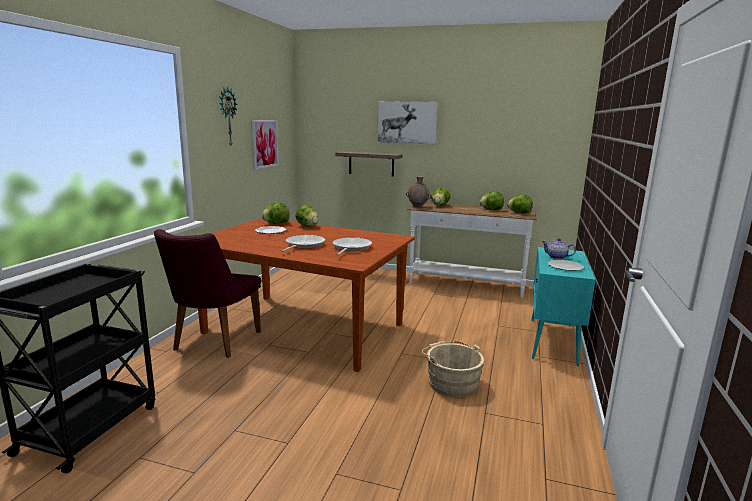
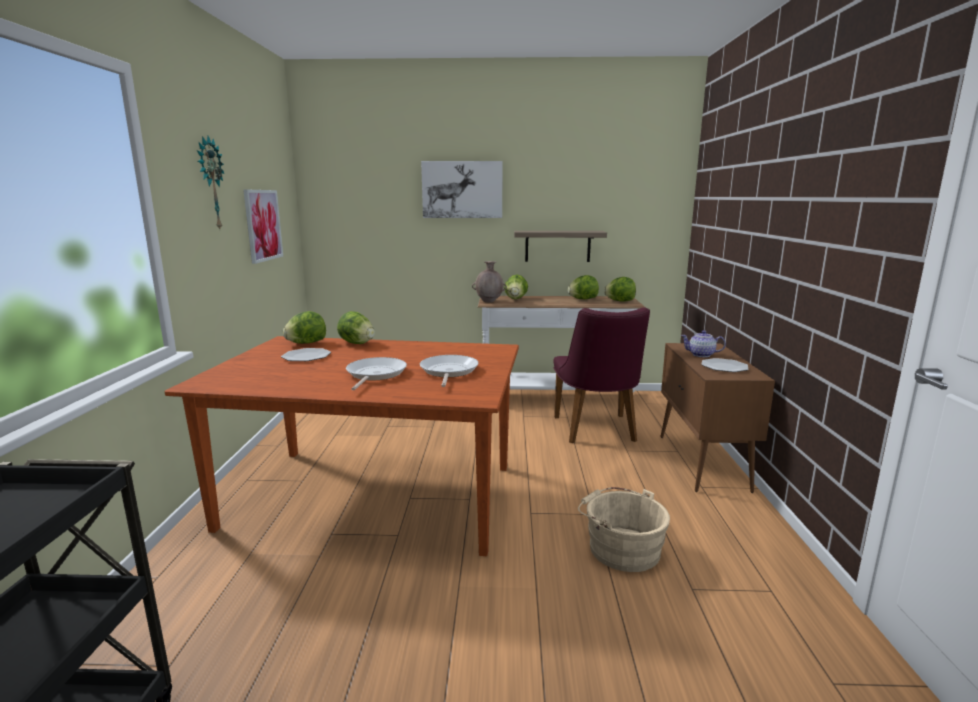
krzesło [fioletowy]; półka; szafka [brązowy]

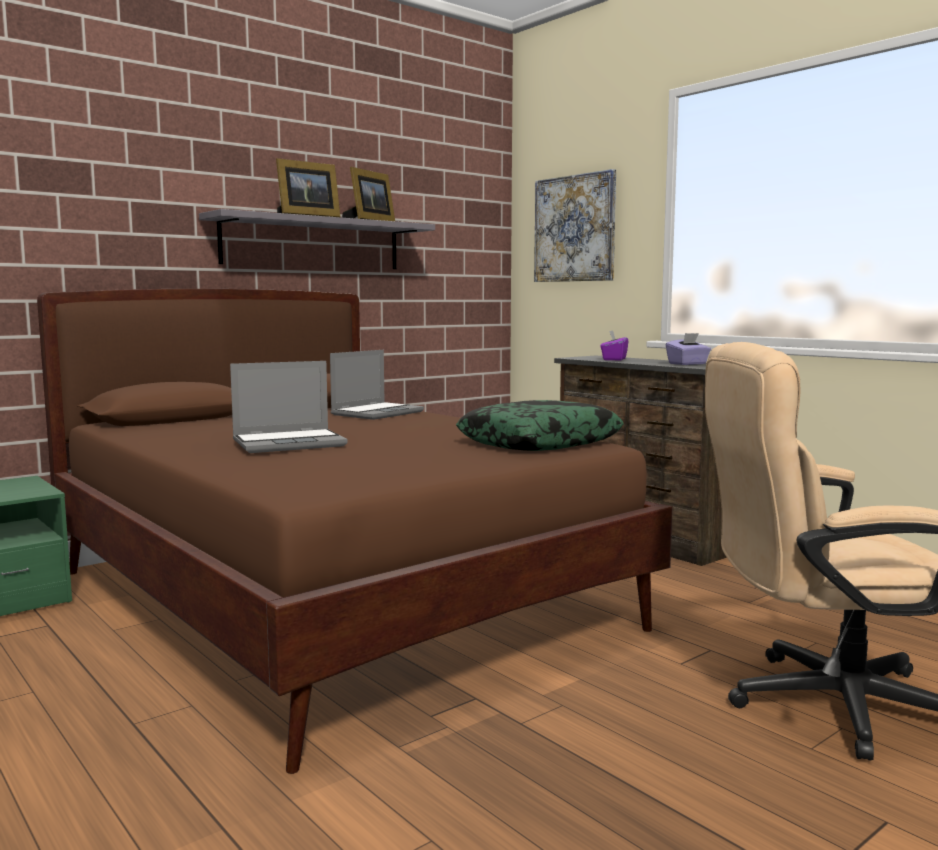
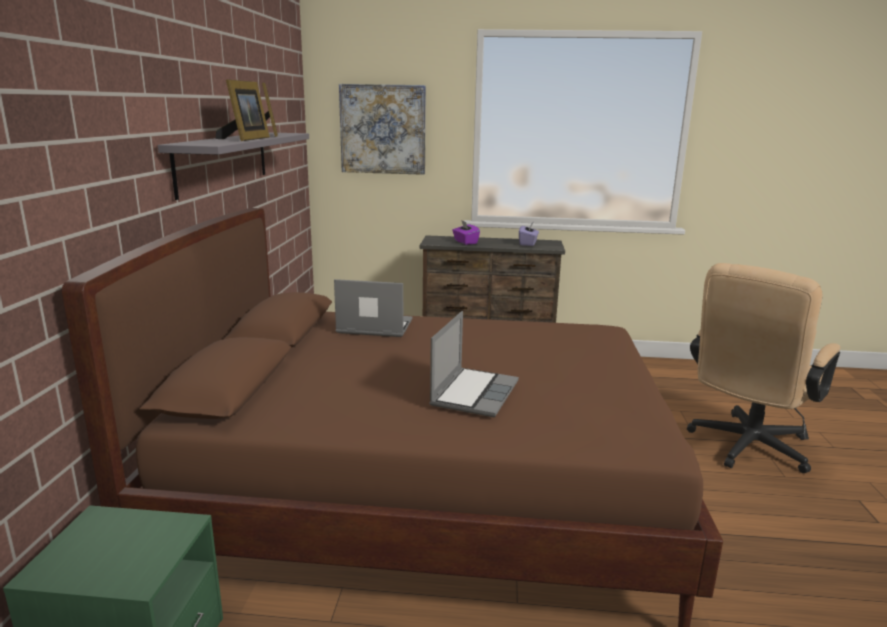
laptop (no. 1 from left); poduszka

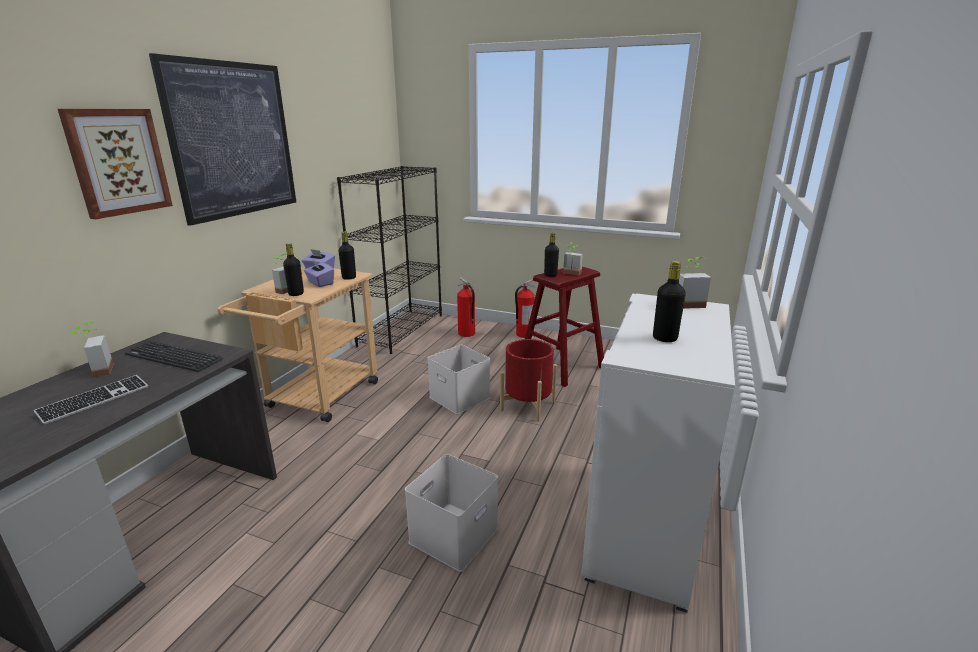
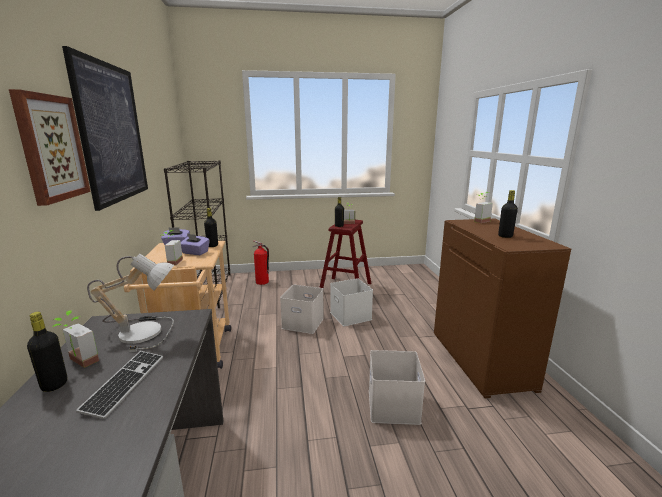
lampa stołowa; butelka [czarny] (no. 1 from left); pojemnik do przechowywania [biały] (no. 2 from left); gaśnica (no. 2 from left in the first image); szafka [brązowy]

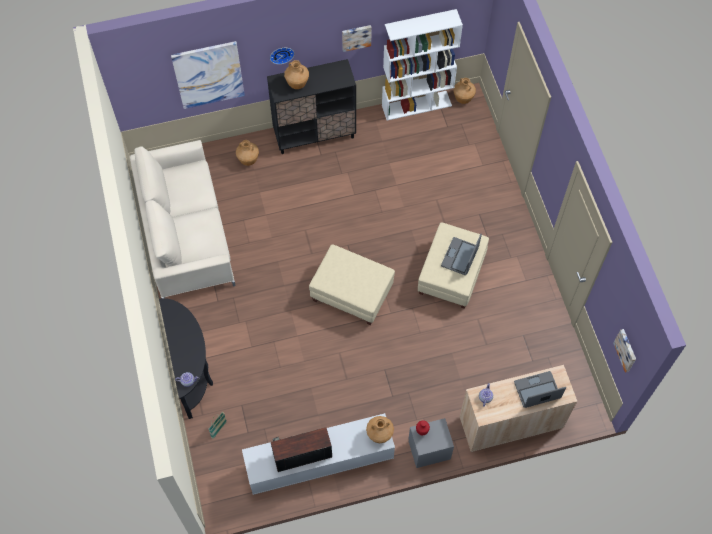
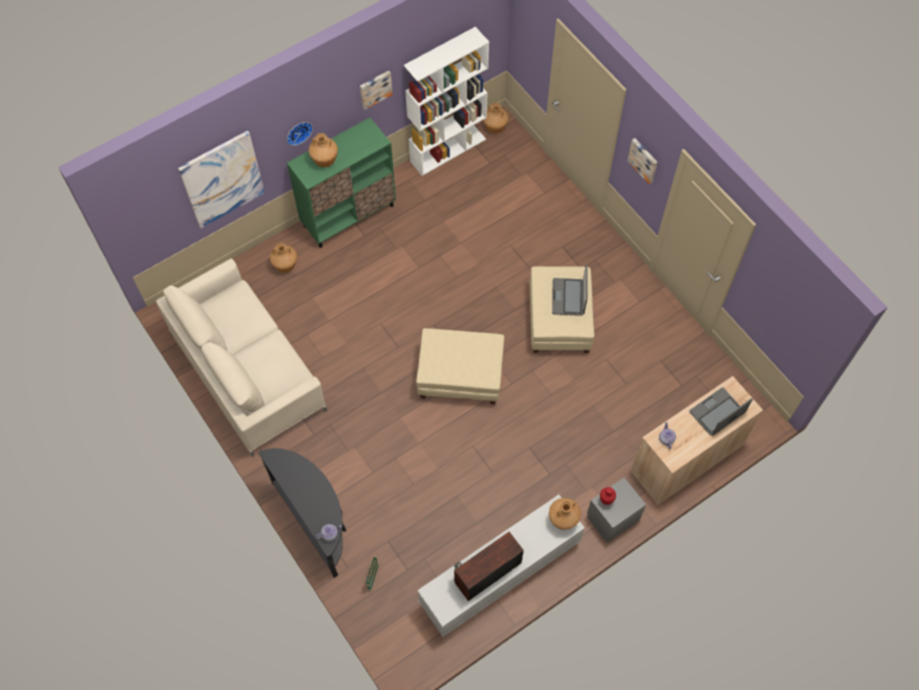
szafka [zielony]; obraz (no. 3 from left)

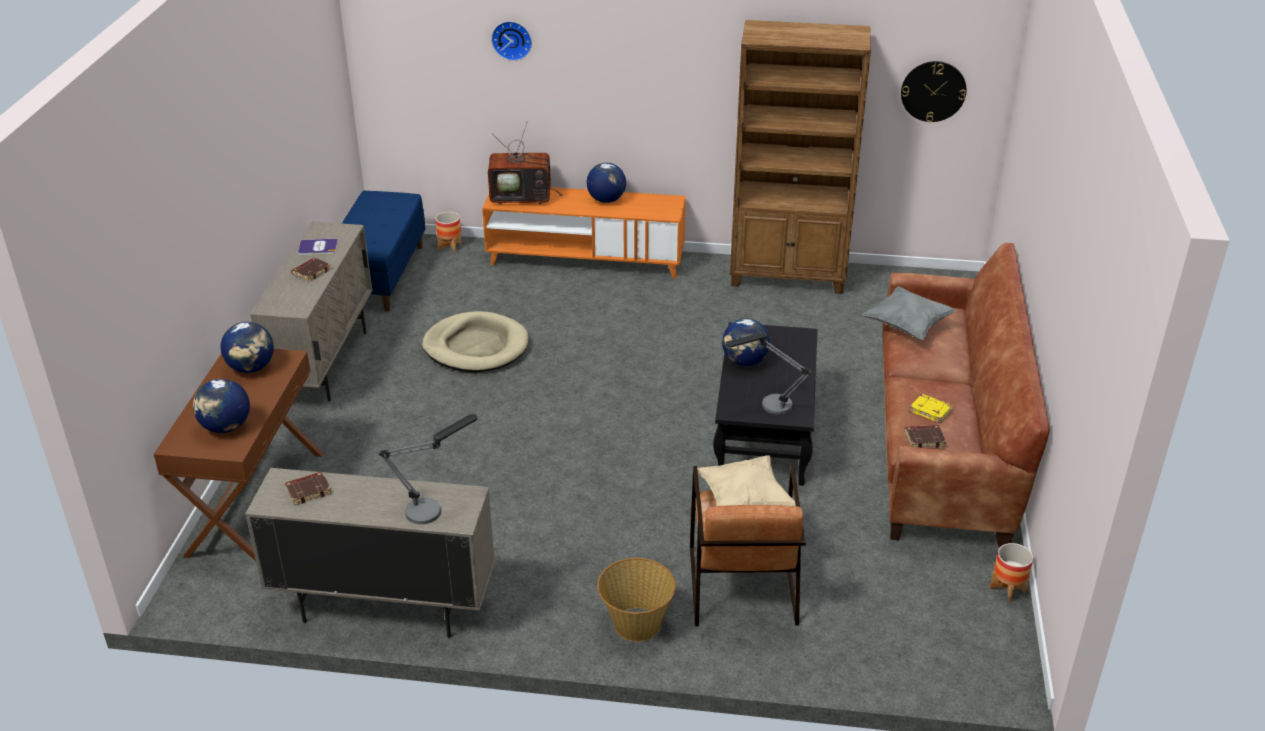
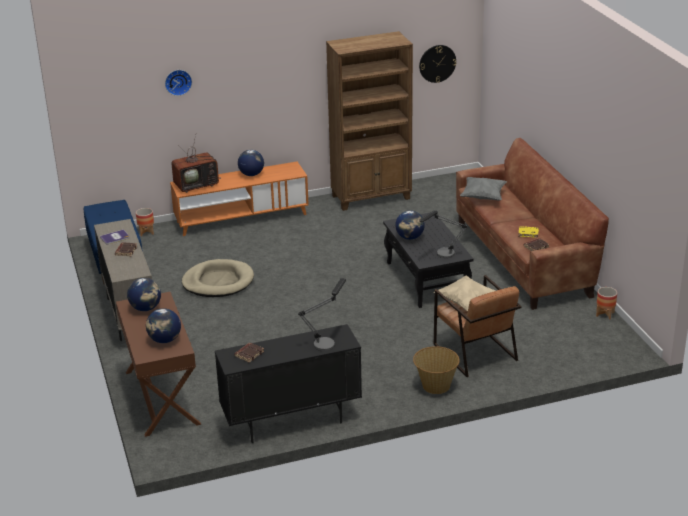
szafka [czarny]

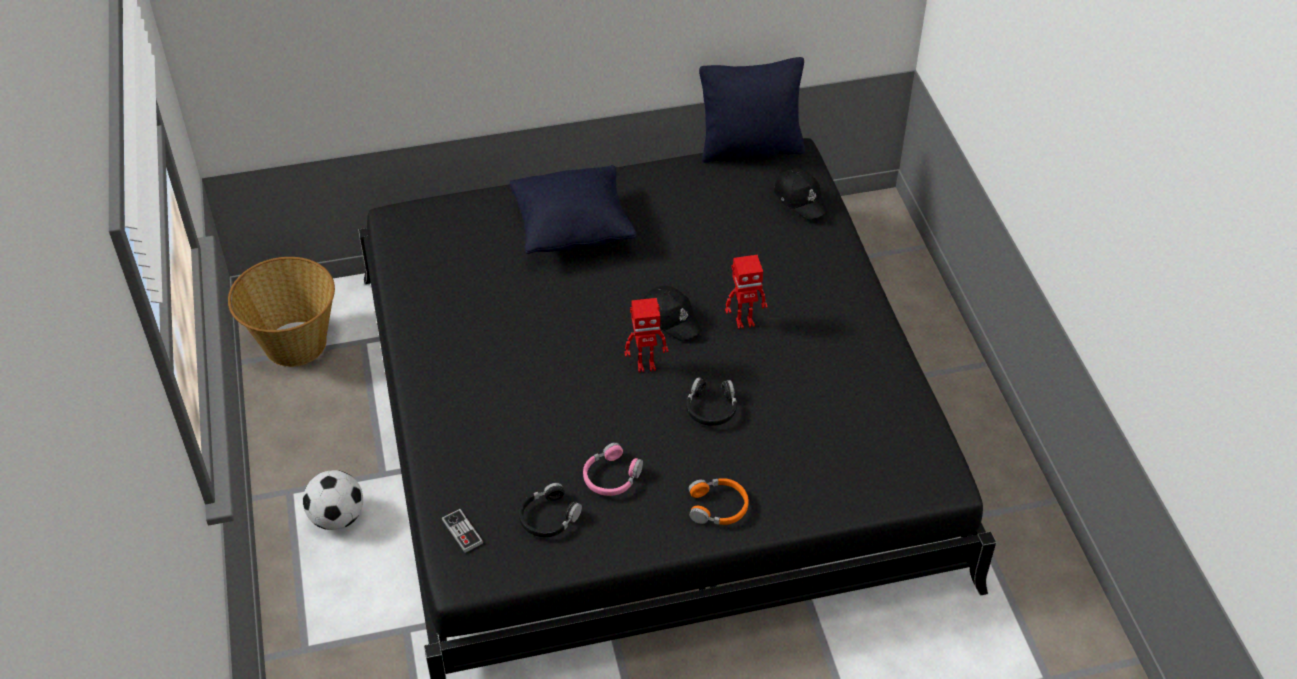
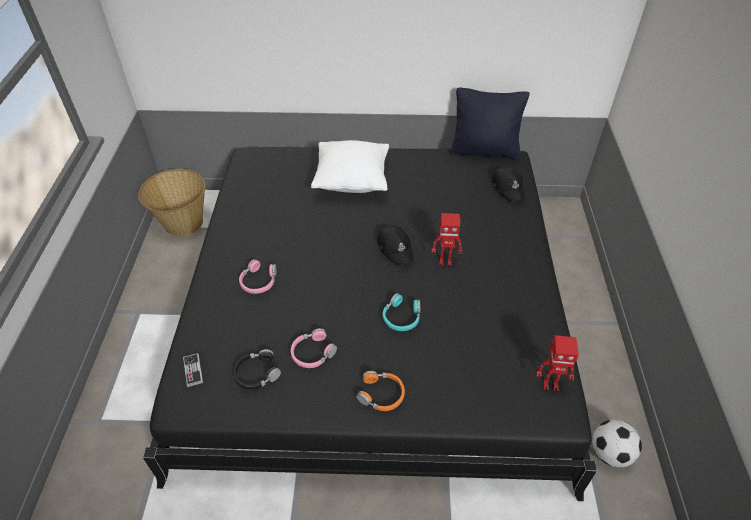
piłka futbolowa; poduszka [biały]; robot zabawkowy (no. 2 from left); słuchawki [turkusowy]; słuchawki [różowy] (no. 1 from left)

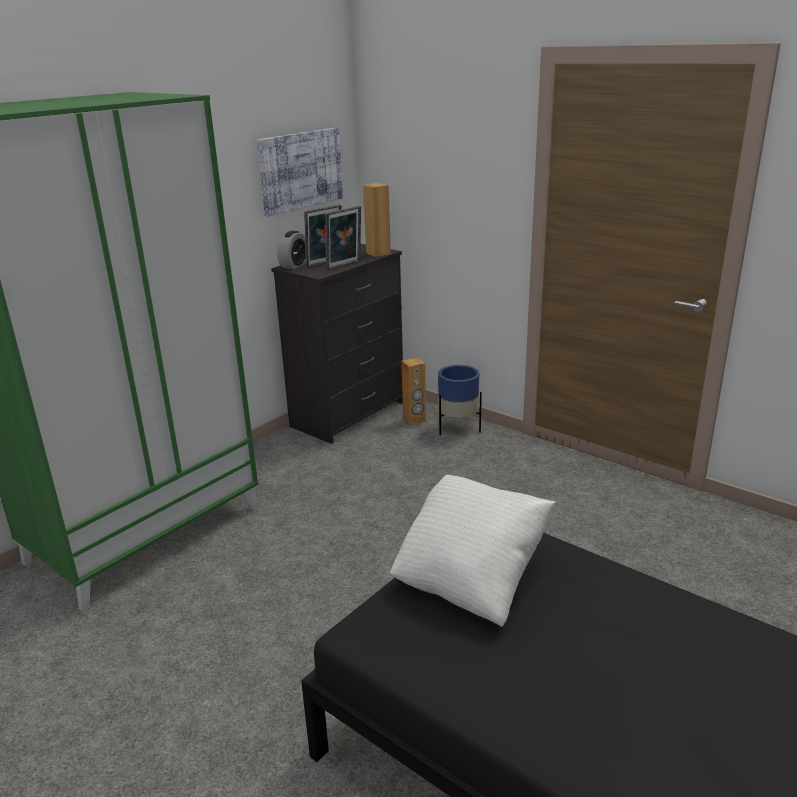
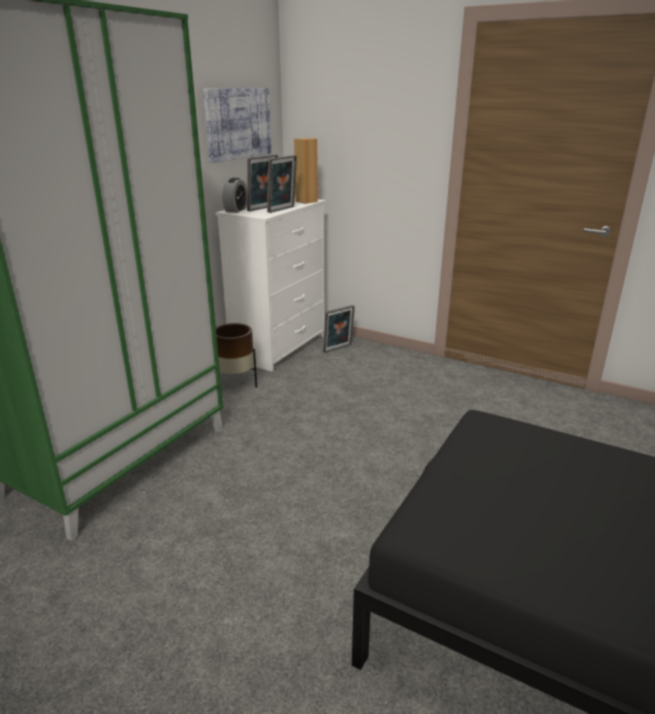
komoda [biały]; poduszka [biały]; ramka na zdjęcie (no. 3 from left); donica [niebieski]; donica [brązowy]

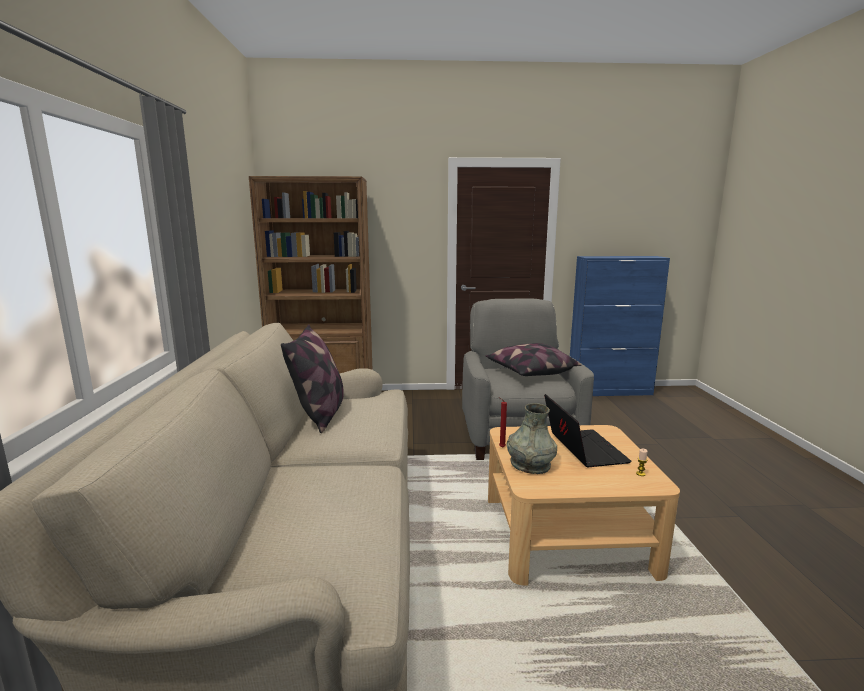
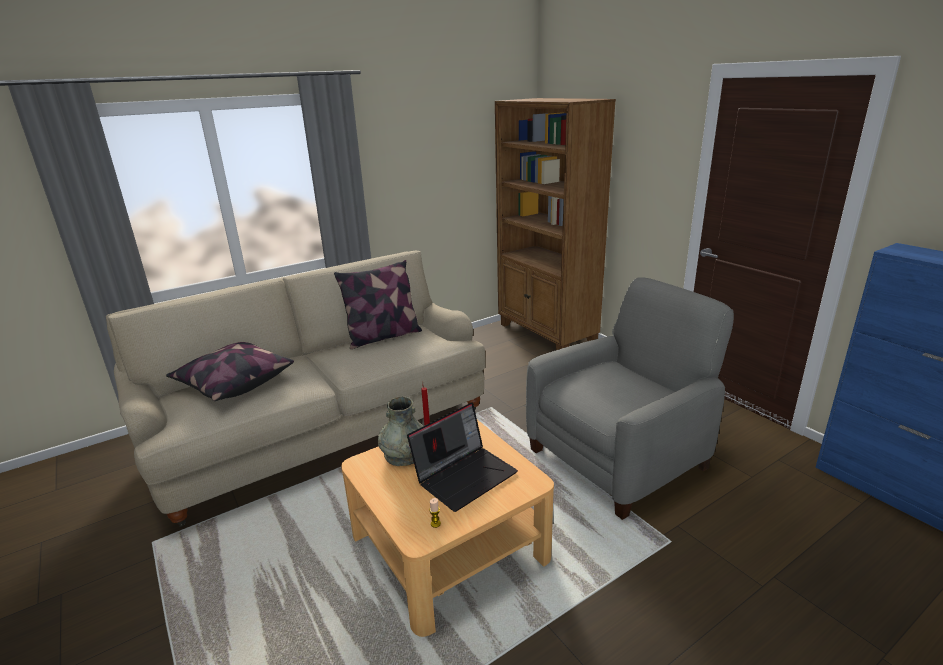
poduszka (no. 1 from left)

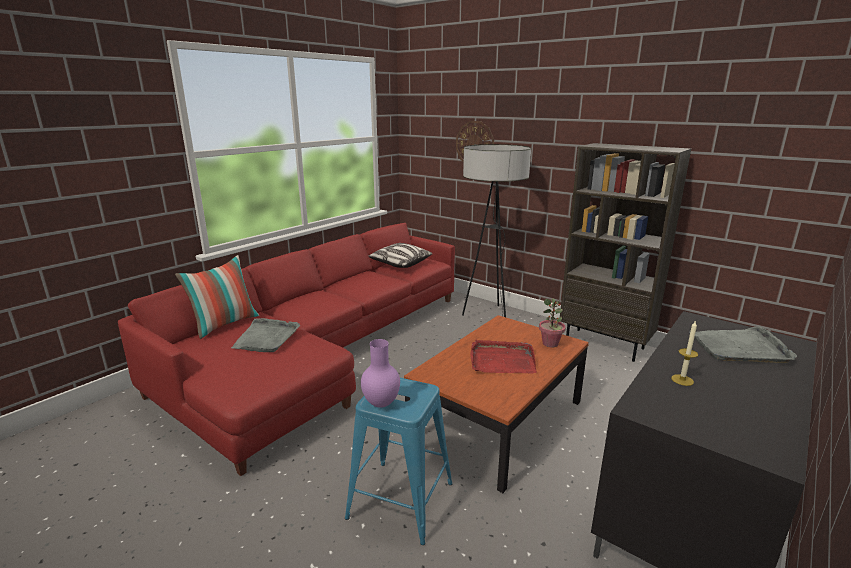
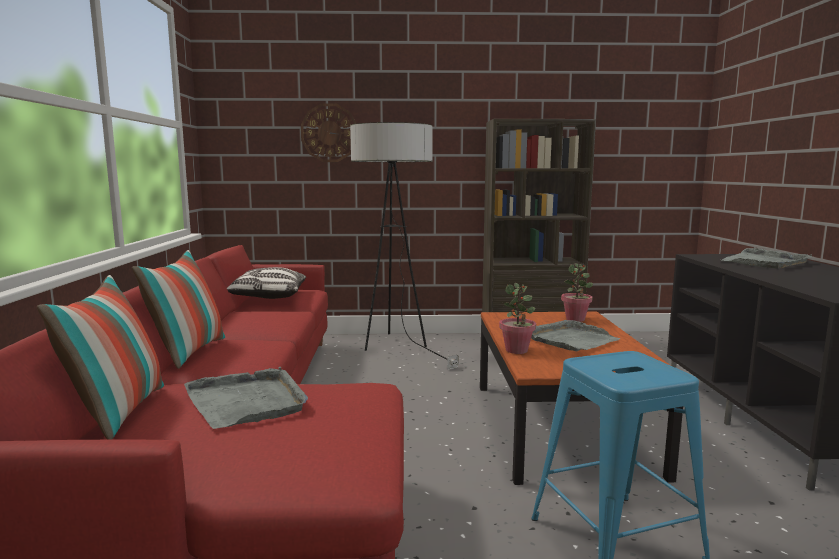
wazon [fioletowy]; taca [szary] (no. 2 from left); świeca; poduszka (no. 2 from left); roślina doniczkowa (no. 1 from left)

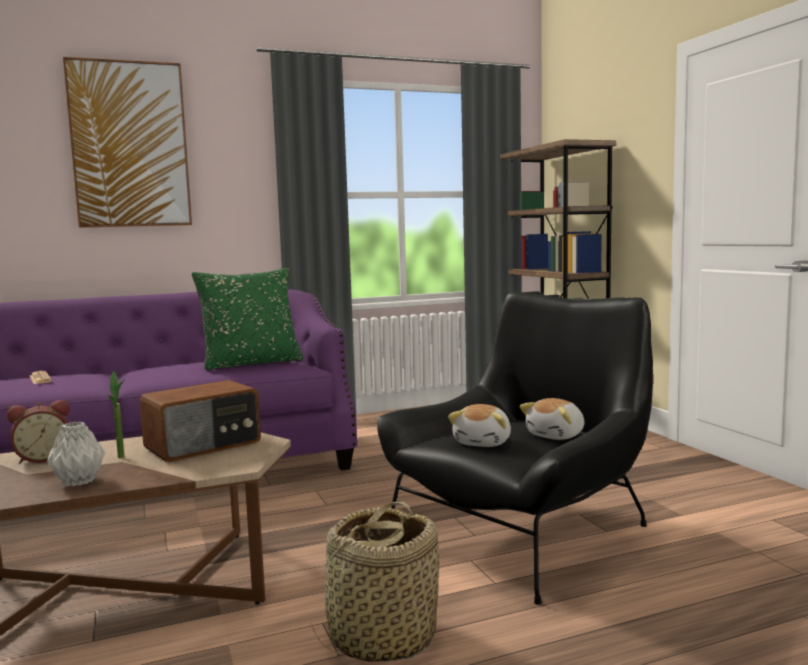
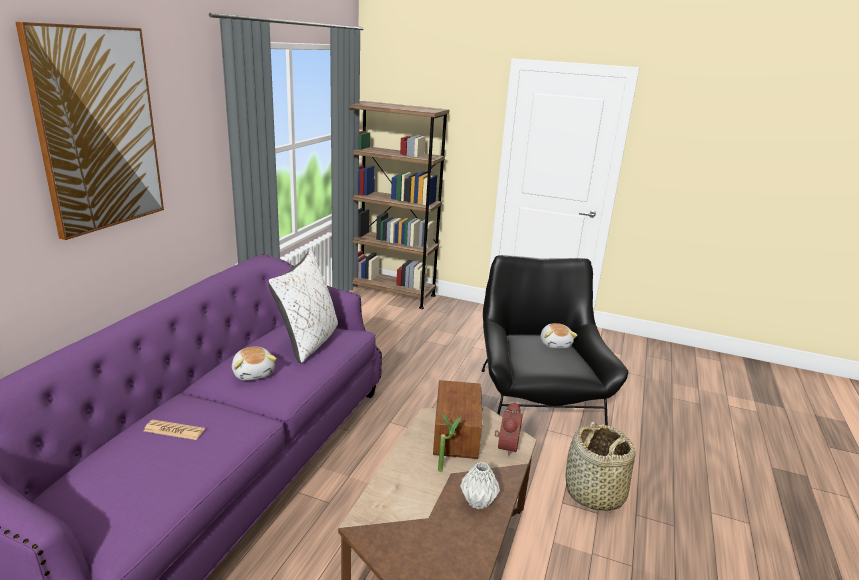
budzik; poduszka [biały]; pluszak (no. 1 from left)

